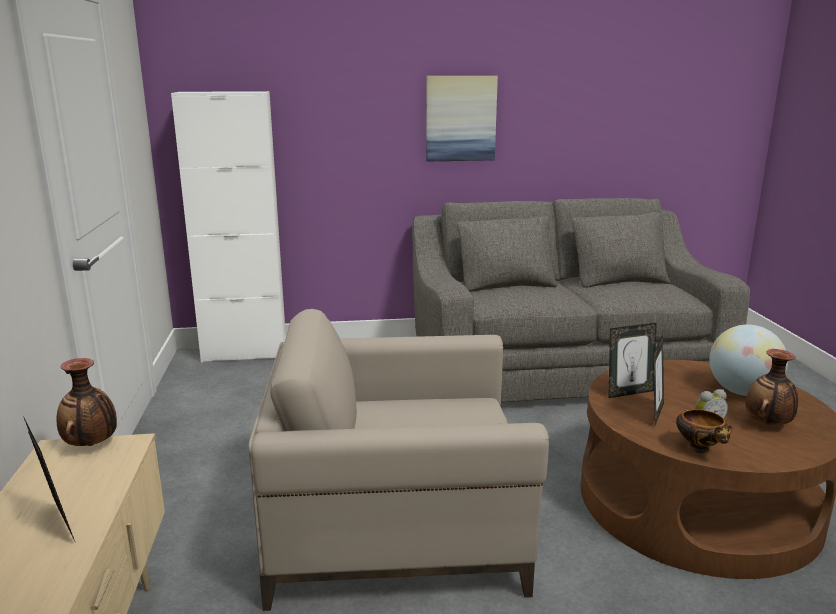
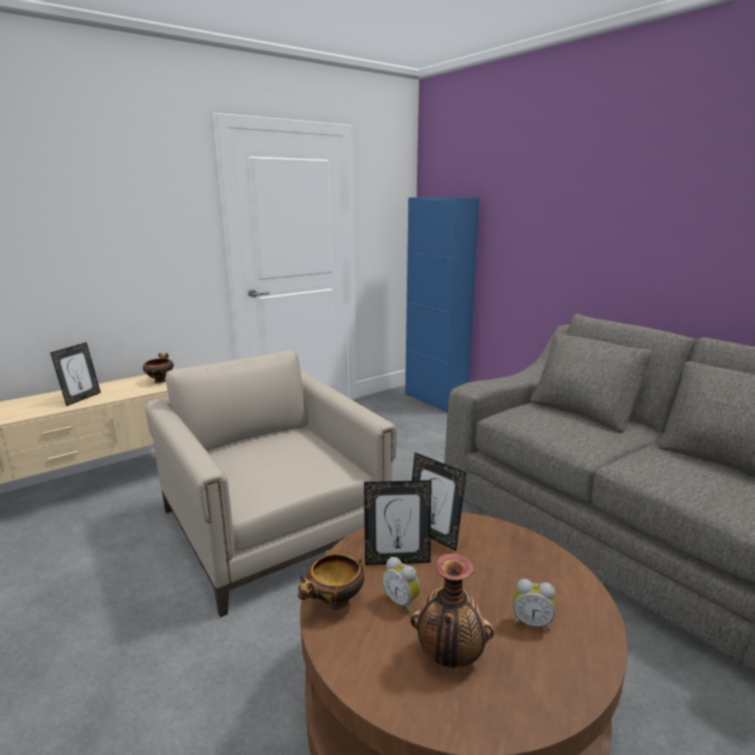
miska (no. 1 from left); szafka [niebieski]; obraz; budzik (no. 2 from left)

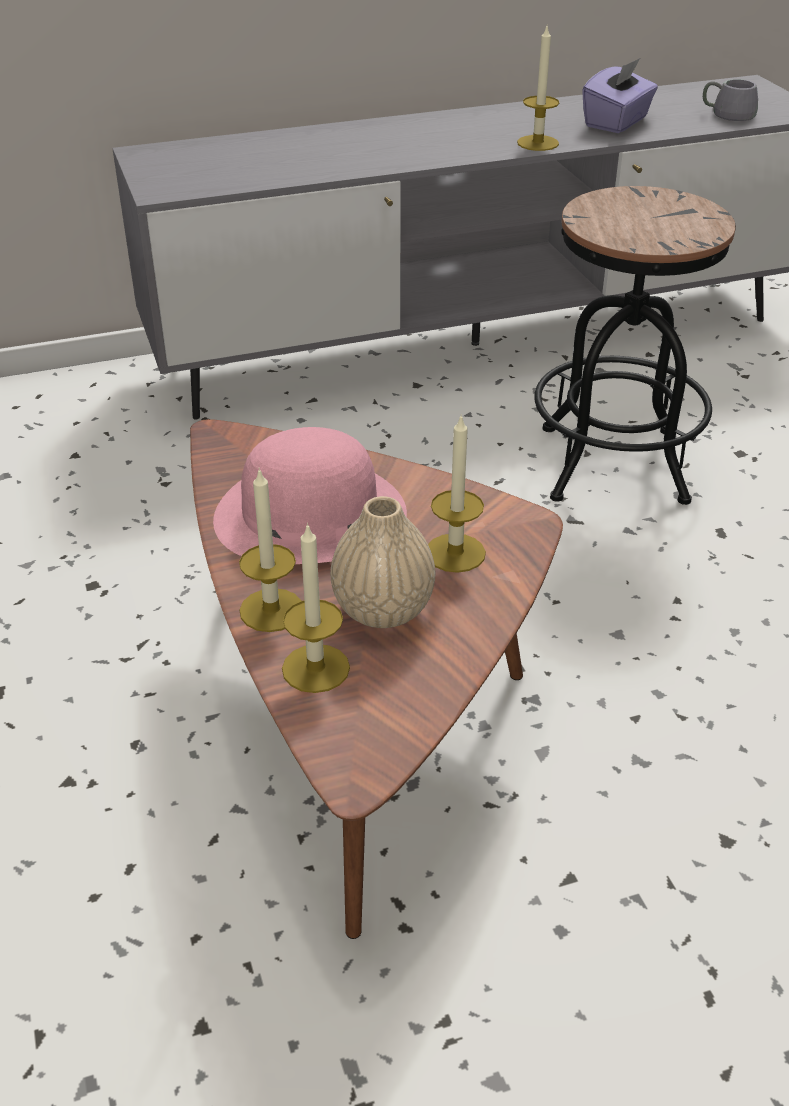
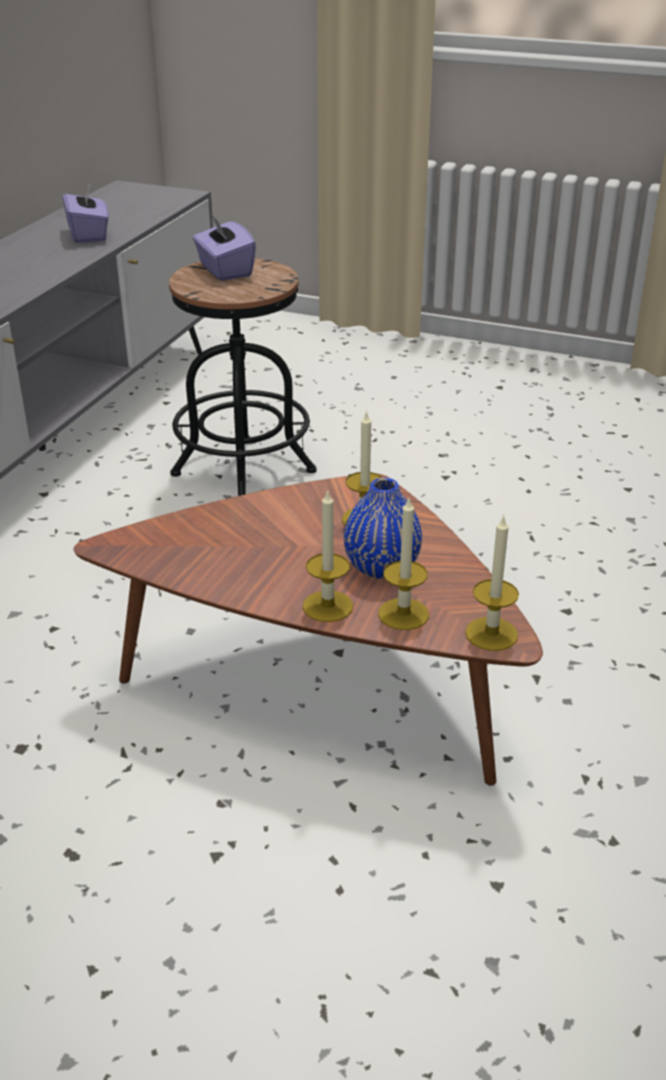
kapelusz [różowy]; wazon [niebieski]; świeca (no. 4 from left); kubek [szary]; pudełko chusteczek [fioletowy] (no. 2 from left)

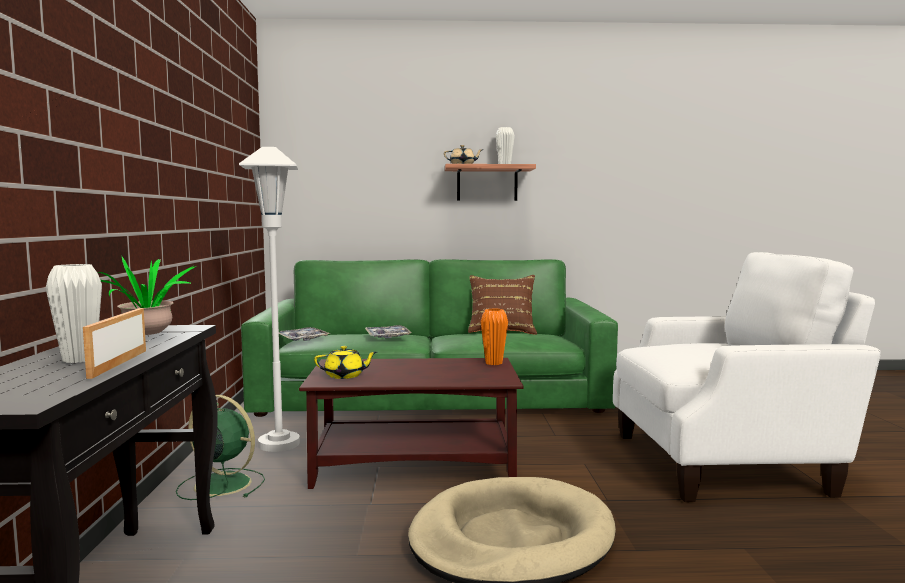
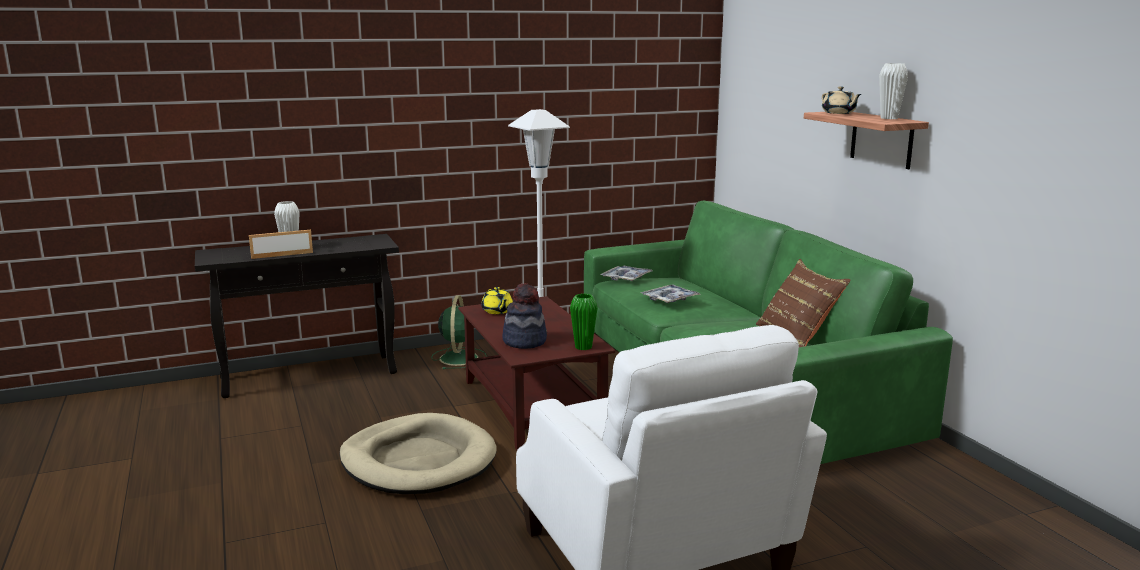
roślina doniczkowa; wazon [zielony]; kapelusz

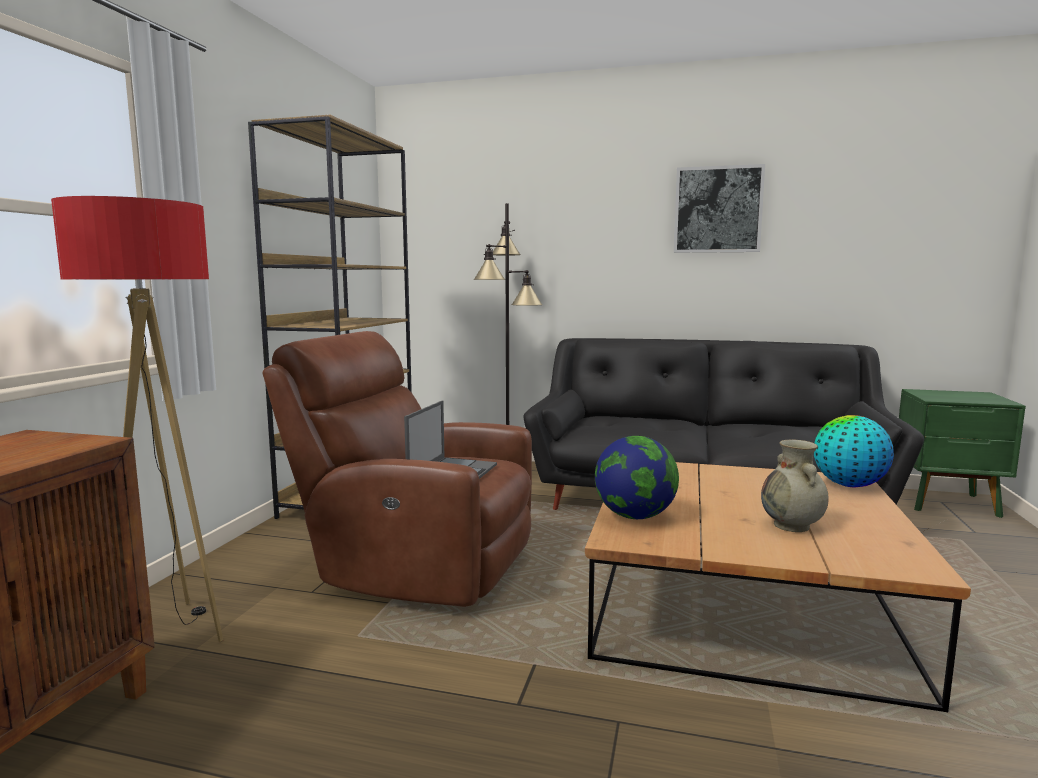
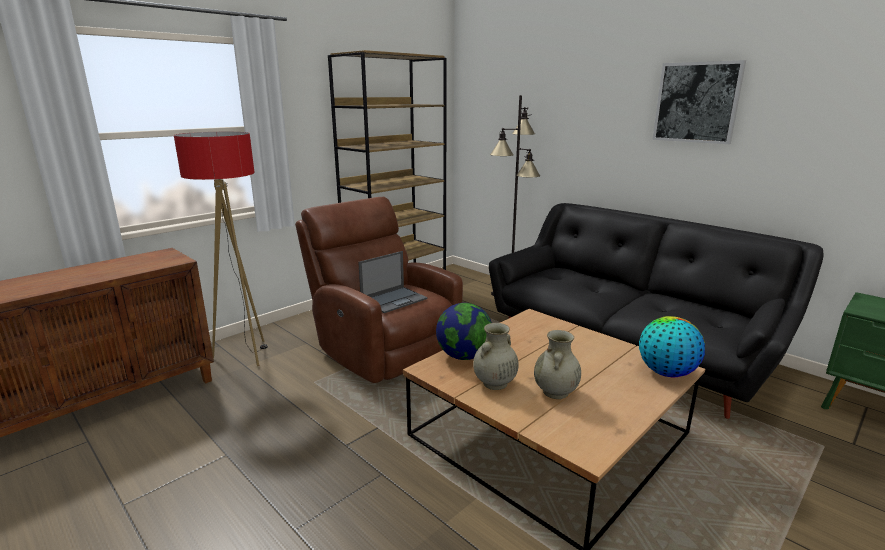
wazon [beżowy] (no. 1 from left)

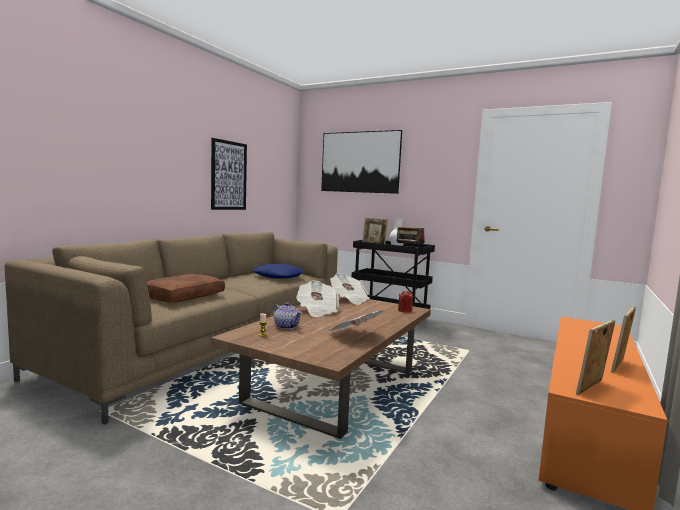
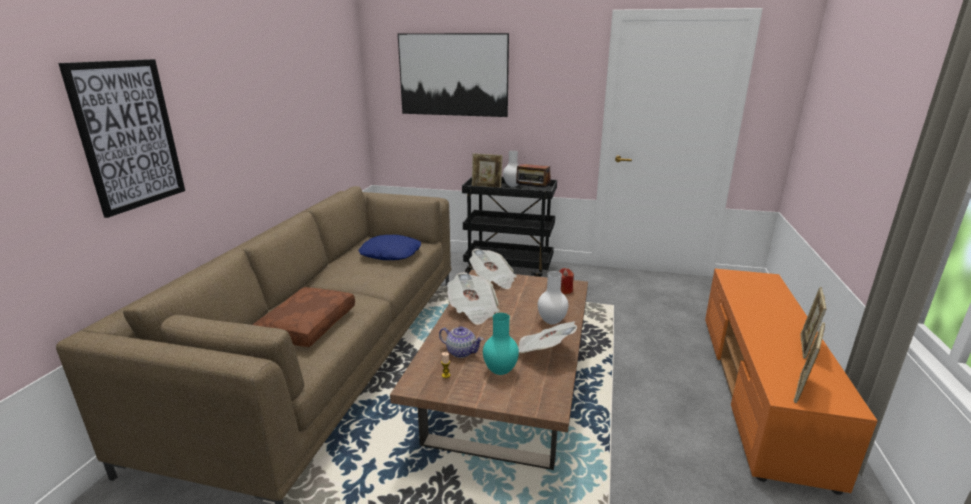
obraz (no. 1 from left); wazon [turkusowy]; wazon [biały] (no. 2 from left)

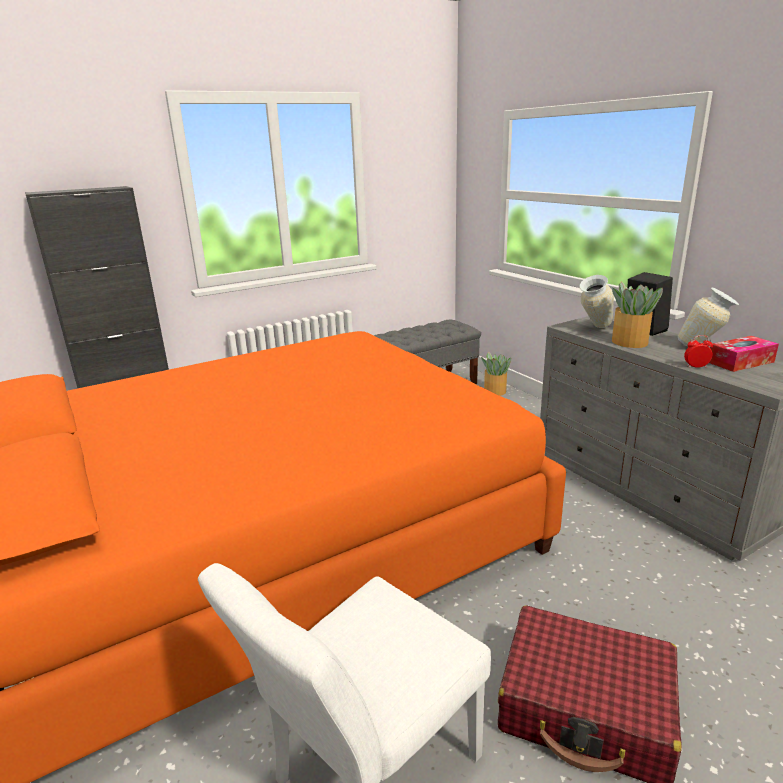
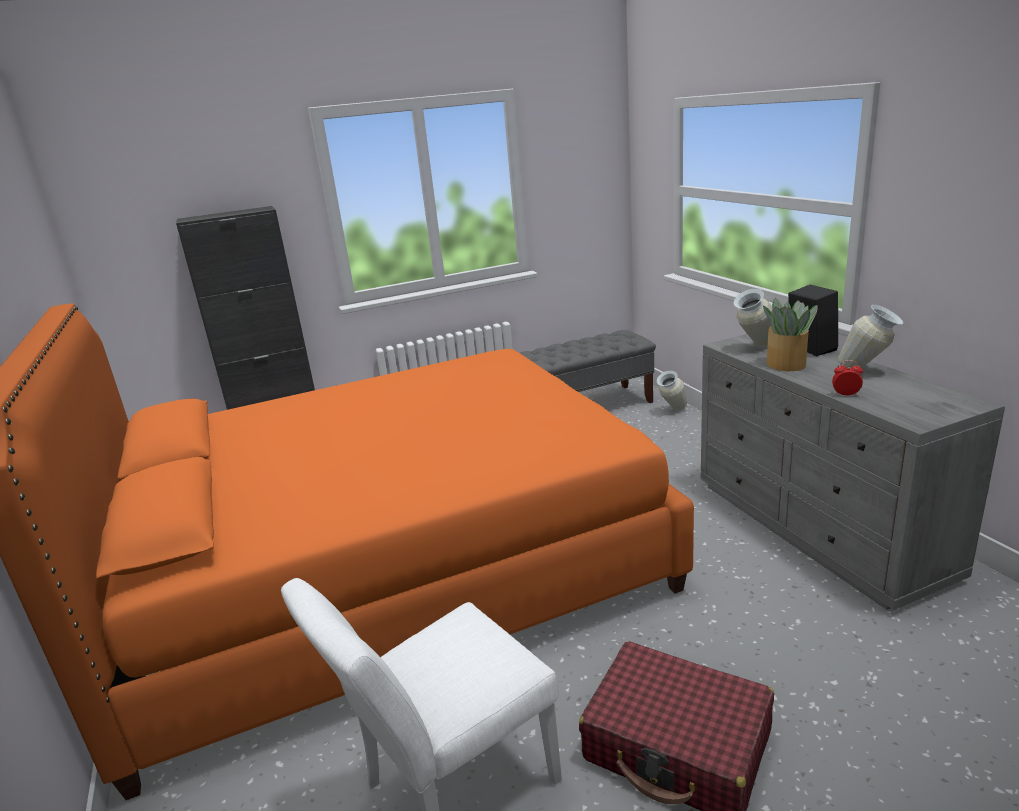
wazon (no. 1 from left); pudełko chusteczek

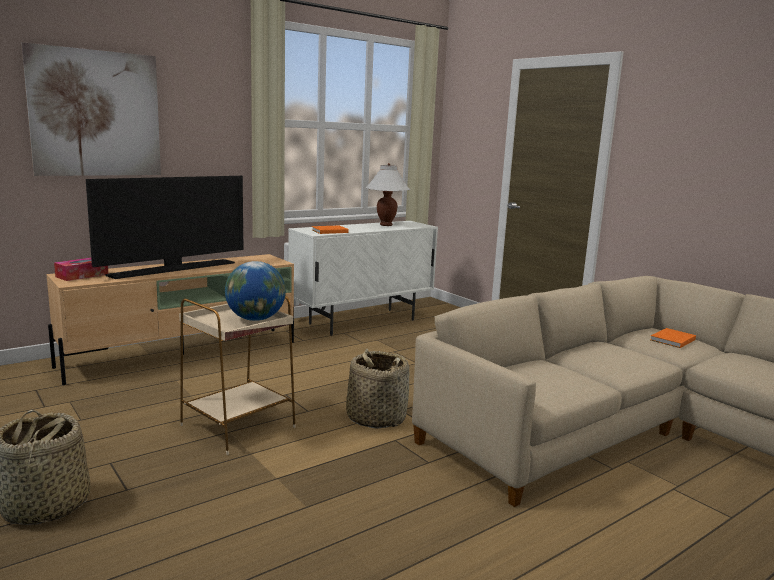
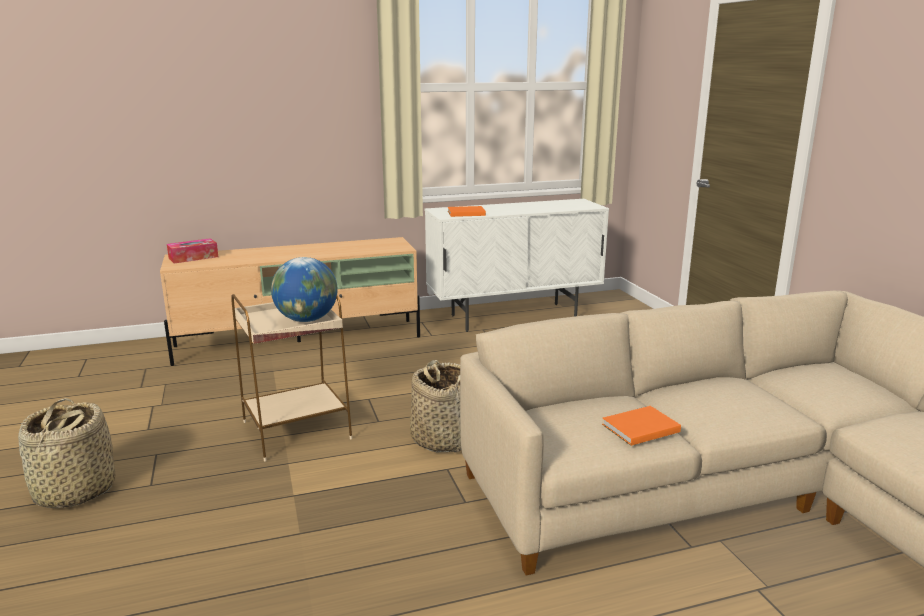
obraz; telewizor; lampa stołowa [biały]; książka [pomarańczowy] (no. 2 from left)

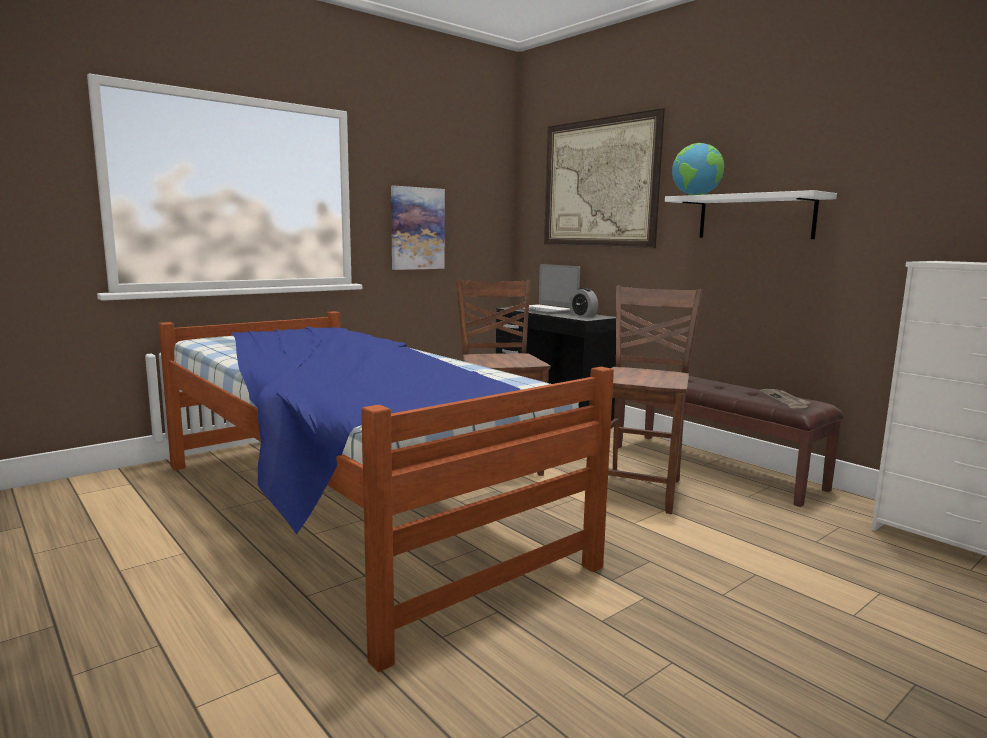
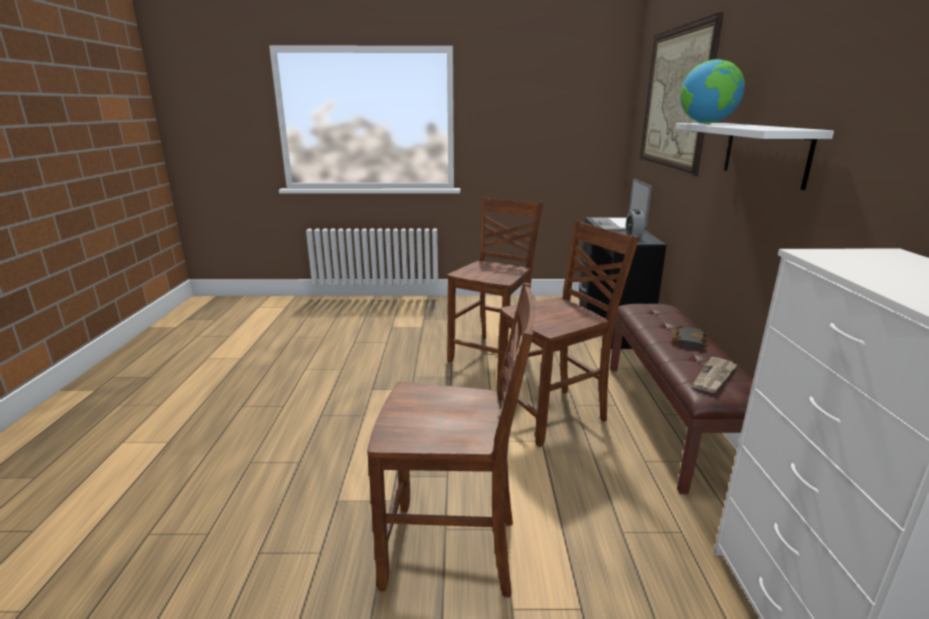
łóżko; obraz (no. 1 from left in the first image); krzesło [brązowy] (no. 1 from left); książka [czarny]

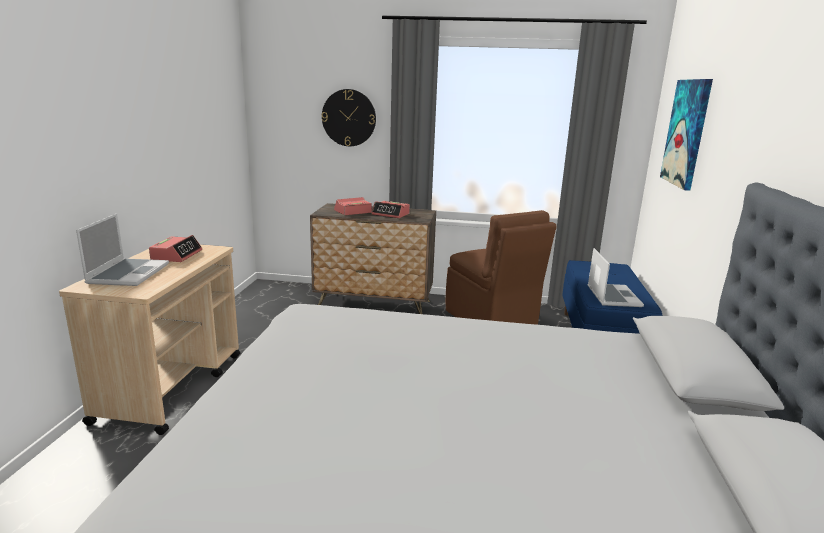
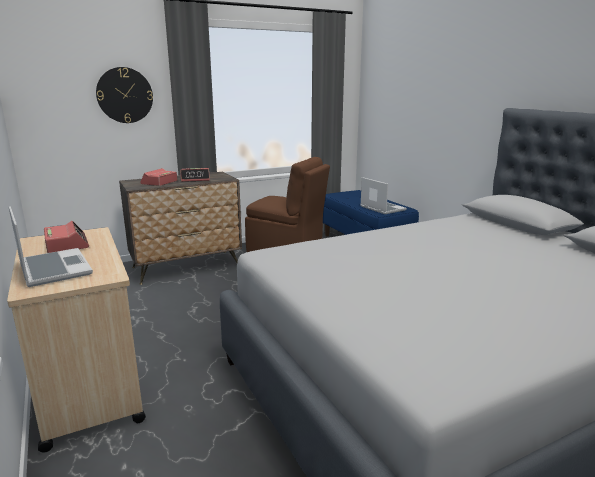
obraz

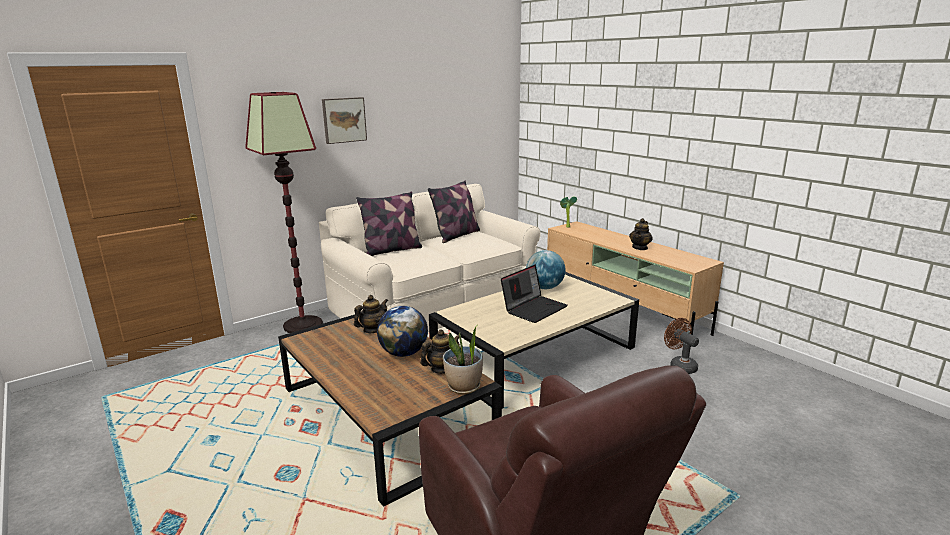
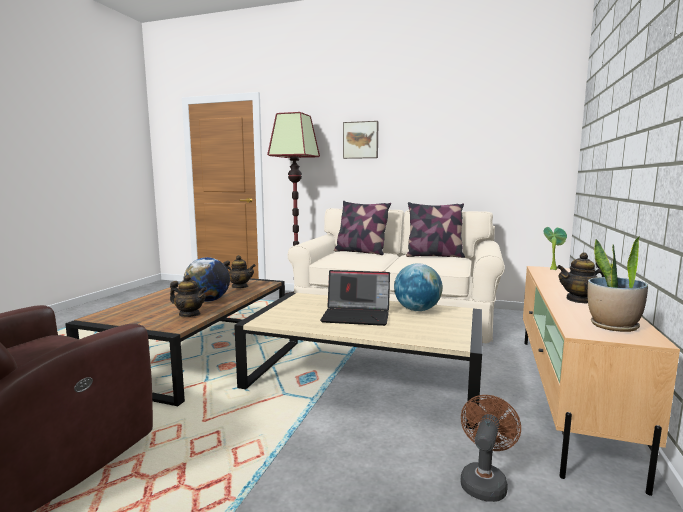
roślina doniczkowa (no. 2 from left)

